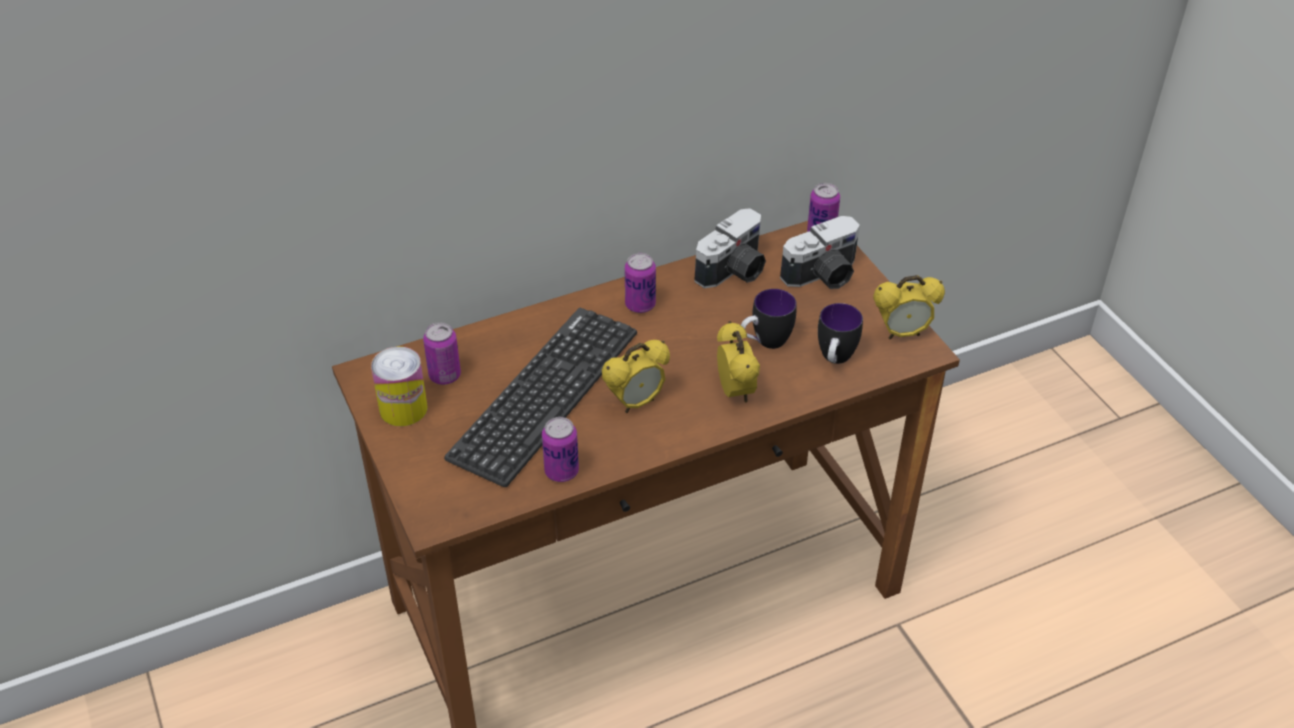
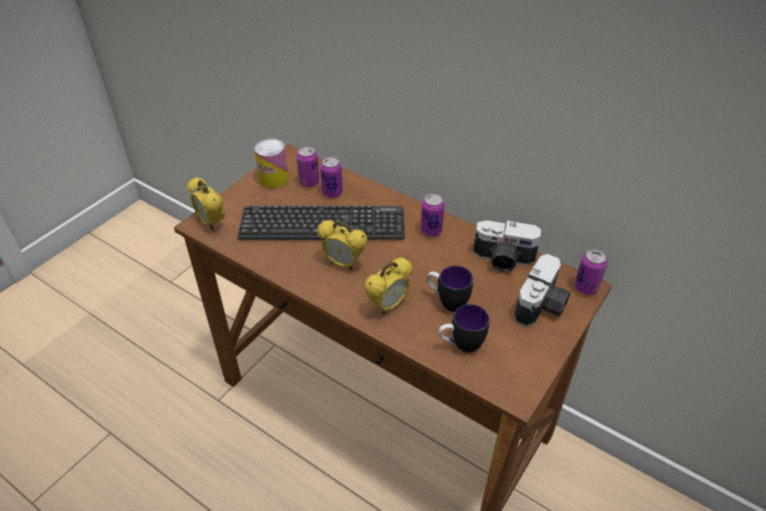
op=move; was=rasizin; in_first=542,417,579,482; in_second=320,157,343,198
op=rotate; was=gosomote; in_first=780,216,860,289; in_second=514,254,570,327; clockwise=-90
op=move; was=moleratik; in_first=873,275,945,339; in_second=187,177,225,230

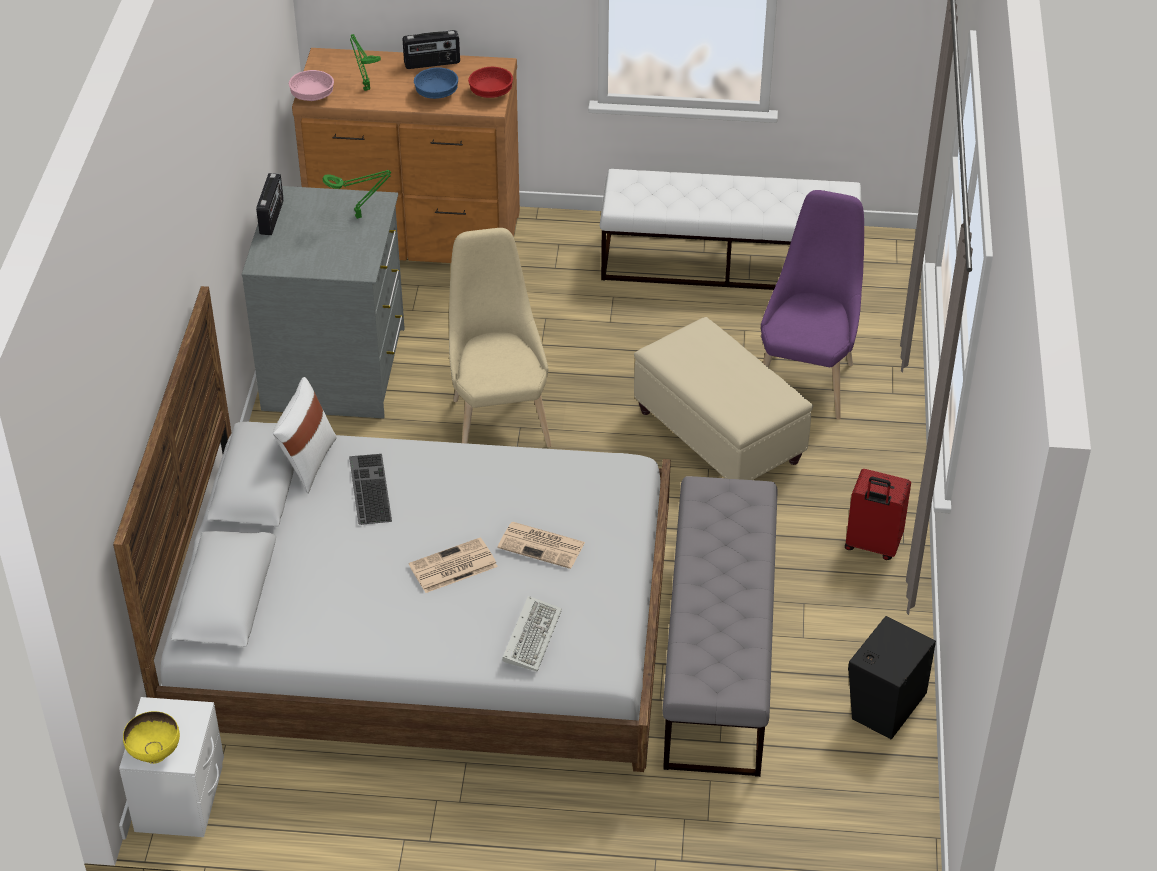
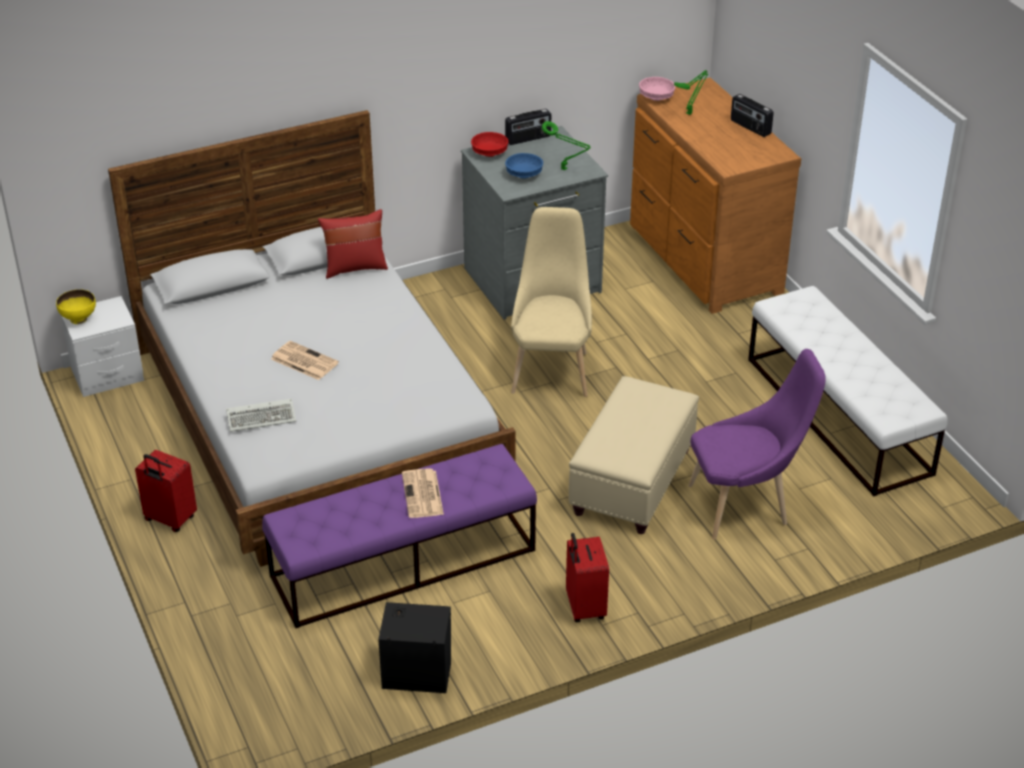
op=recolor; was=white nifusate; now=red nifusate; in_first=273,377,337,493; in_second=318,209,388,279
op=delete; was=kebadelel; in_first=349,454,392,525
op=move; was=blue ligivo; in_first=414,67,458,99; in_second=505,153,543,178
op=rotate; was=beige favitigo; in_first=449,228,552,447; in_second=511,207,592,397; clockwise=-45
op=move; was=red ligivo; in_first=468,67,513,98; in_second=471,132,509,157
op=move; was=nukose; in_first=498,522,585,569; in_second=402,468,444,518
op=recolor; was=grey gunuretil; now=purple gunuretil; in_first=663,476,778,777; in_second=262,444,537,628
op=insert; now=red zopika; in_second=135,450,197,532

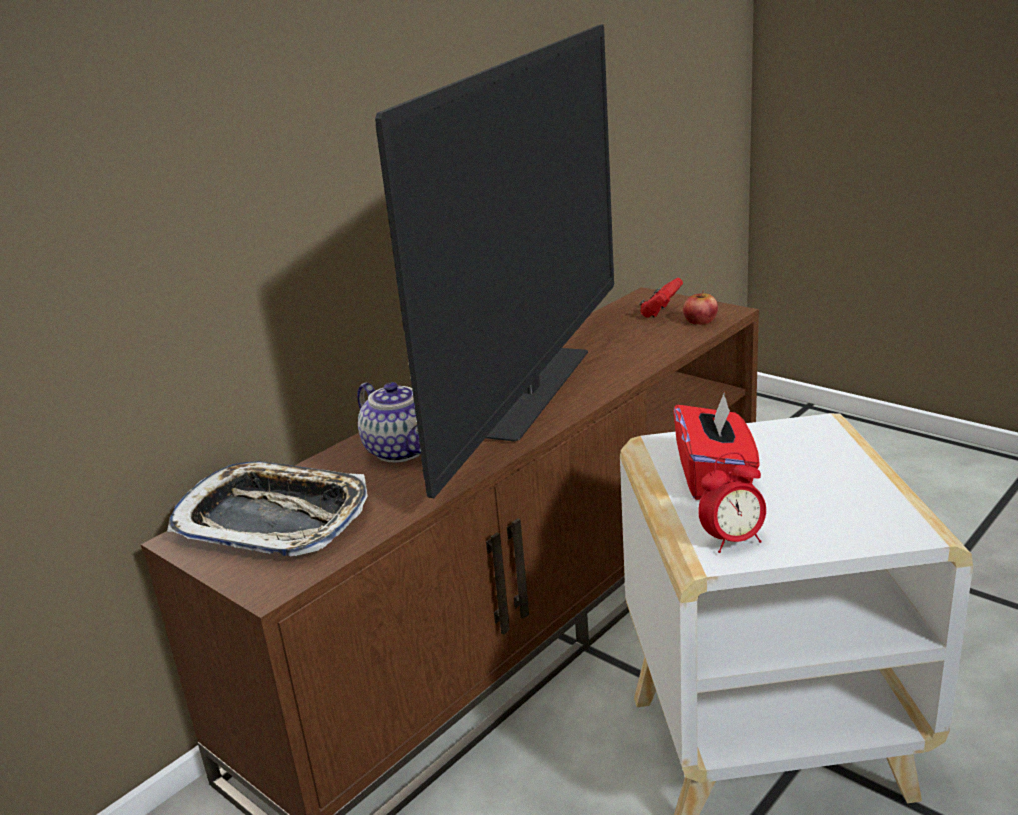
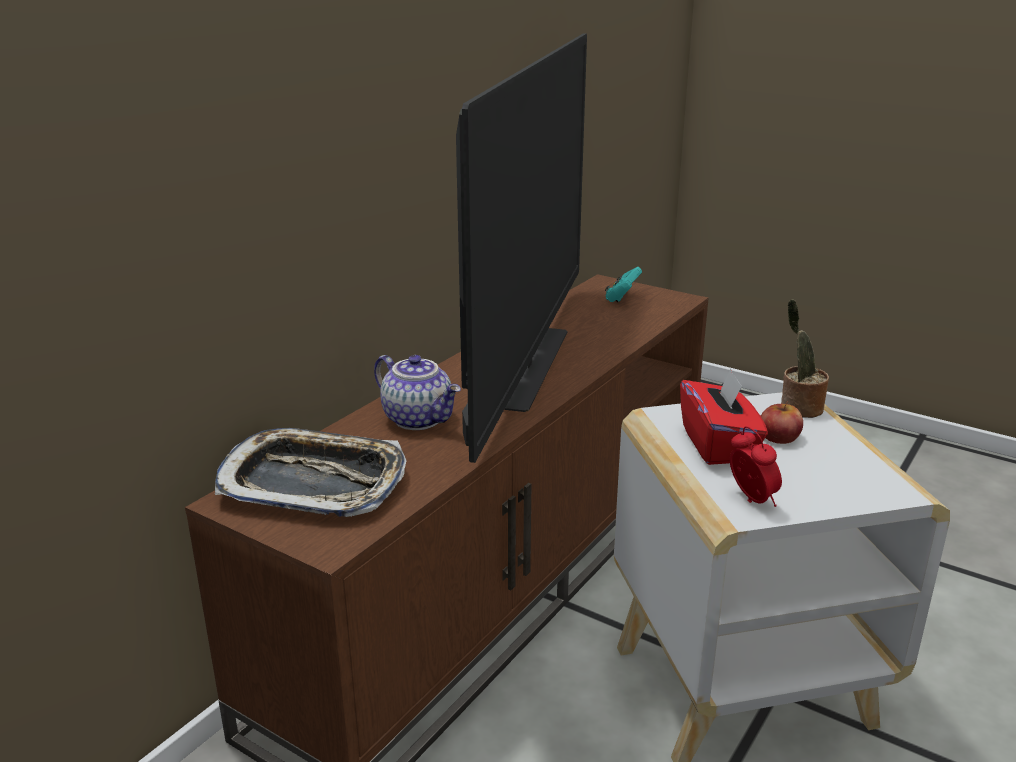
op=recolor; was=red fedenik; now=turquoise fedenik; in_first=639,278,683,318; in_second=605,267,642,302
op=move; was=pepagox; in_first=683,290,718,325; in_second=761,401,803,444
op=rotate; was=moleratik; in_first=698,452,766,553; in_second=730,426,782,507; clockwise=-90
op=insert; now=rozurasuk; in_second=781,299,829,418

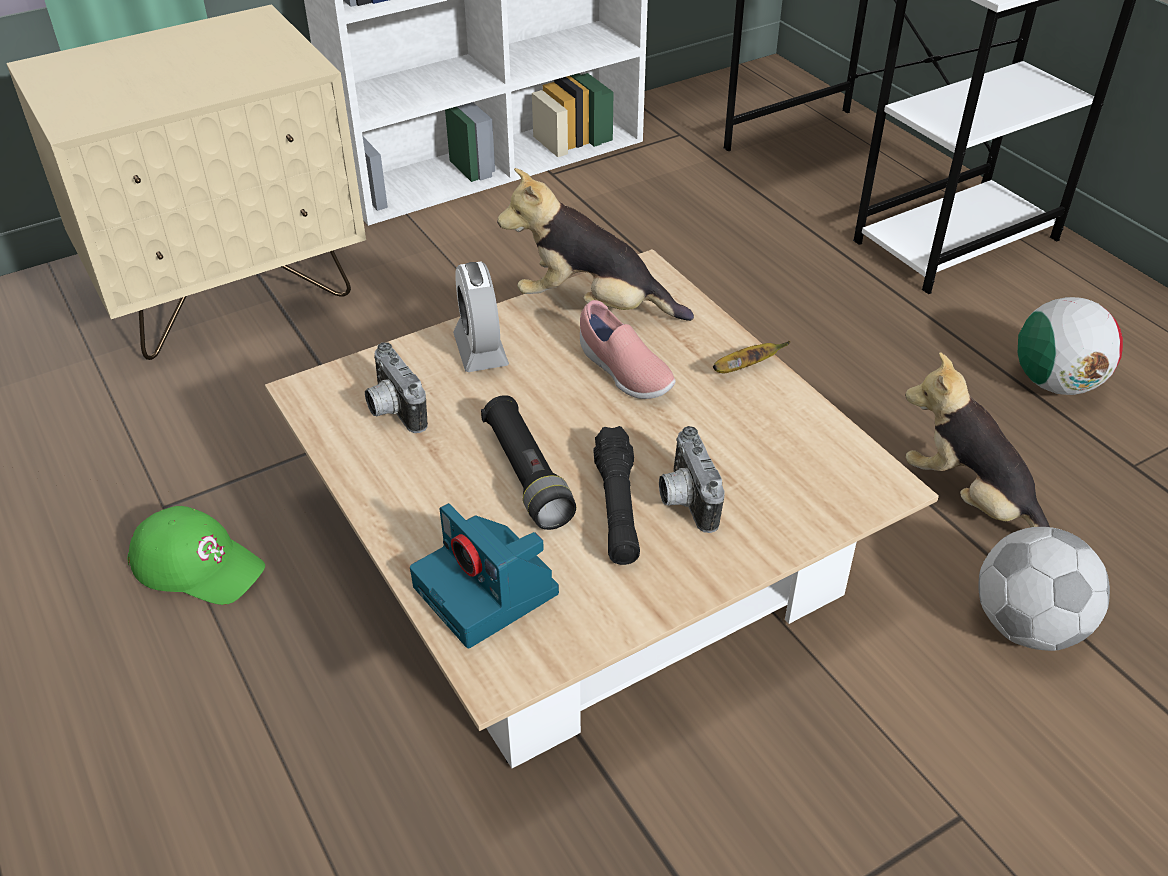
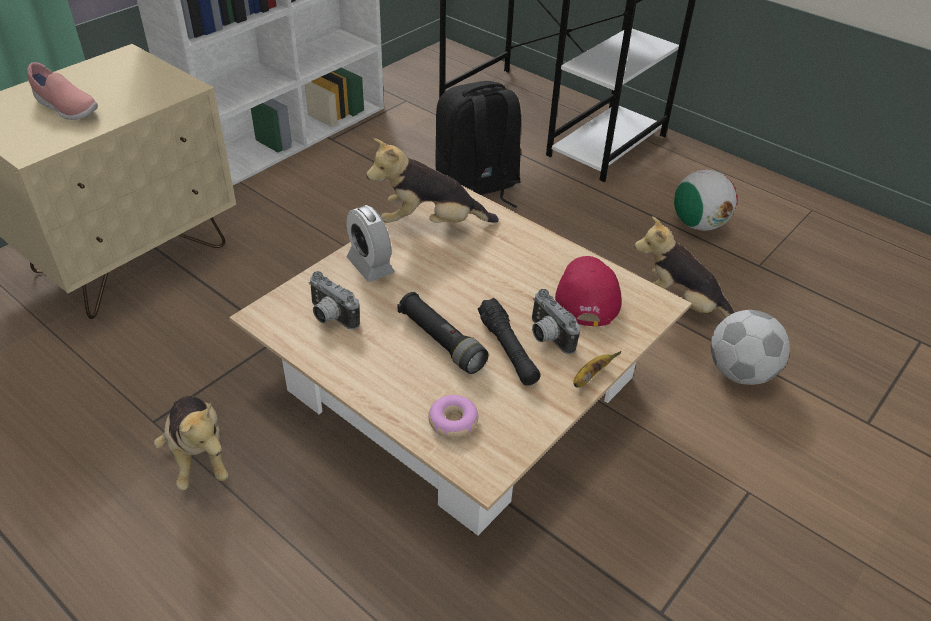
op=replace; was=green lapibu; now=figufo; in_first=127,506,265,605; in_second=154,396,229,490
op=replace; was=gosomote; now=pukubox; in_first=410,503,559,648; in_second=428,395,479,438
op=move; was=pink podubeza; in_first=580,300,676,399; in_second=27,62,98,120
op=move; was=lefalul; in_first=713,341,790,373; in_second=573,351,621,388
op=insert; now=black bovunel; in_second=435,81,521,208
op=insert; now=red lapibu; in_second=555,256,622,326

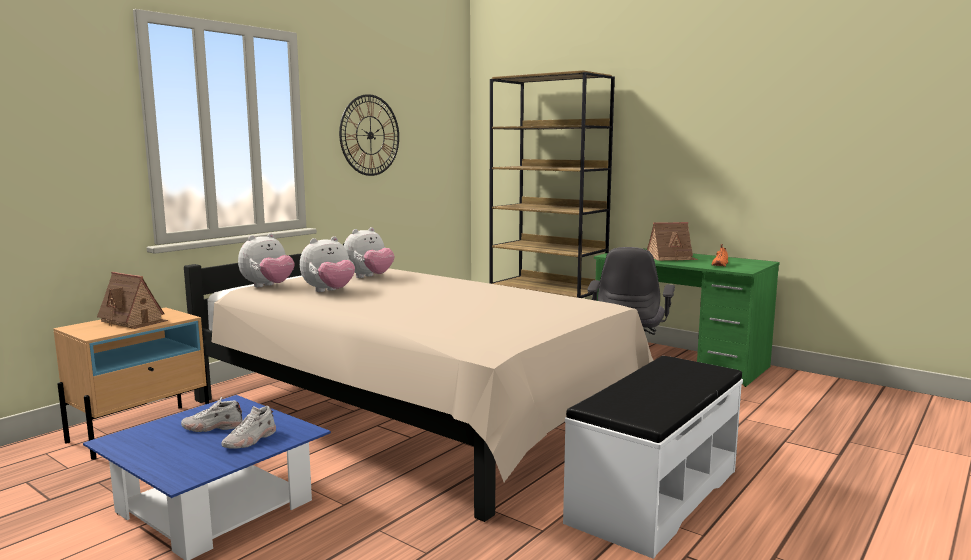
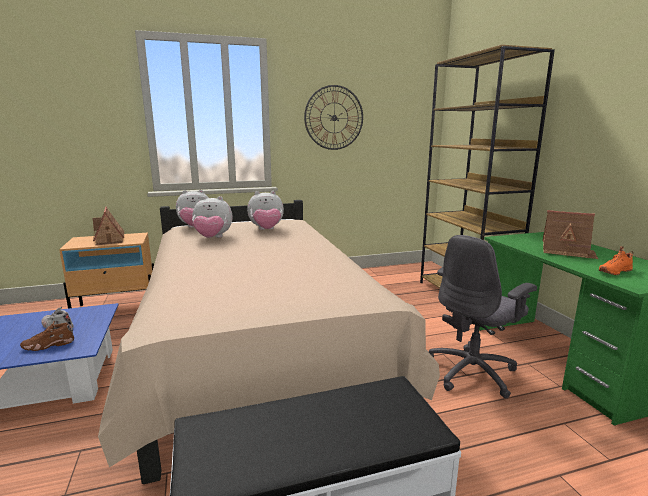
op=recolor; was=white podubeza; now=brown podubeza; in_first=221,406,276,449; in_second=20,321,74,351

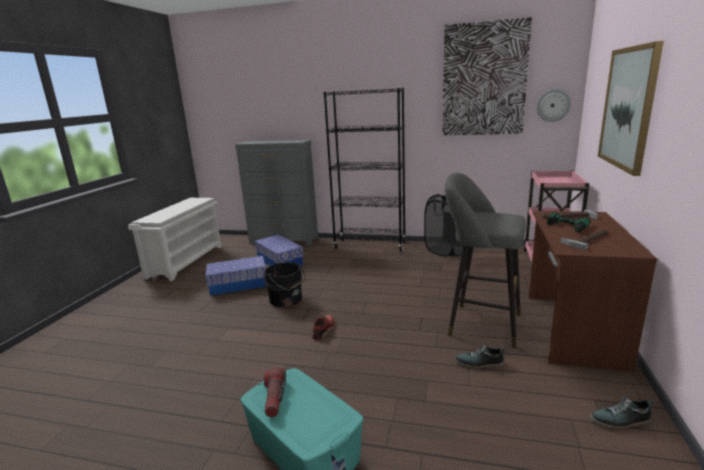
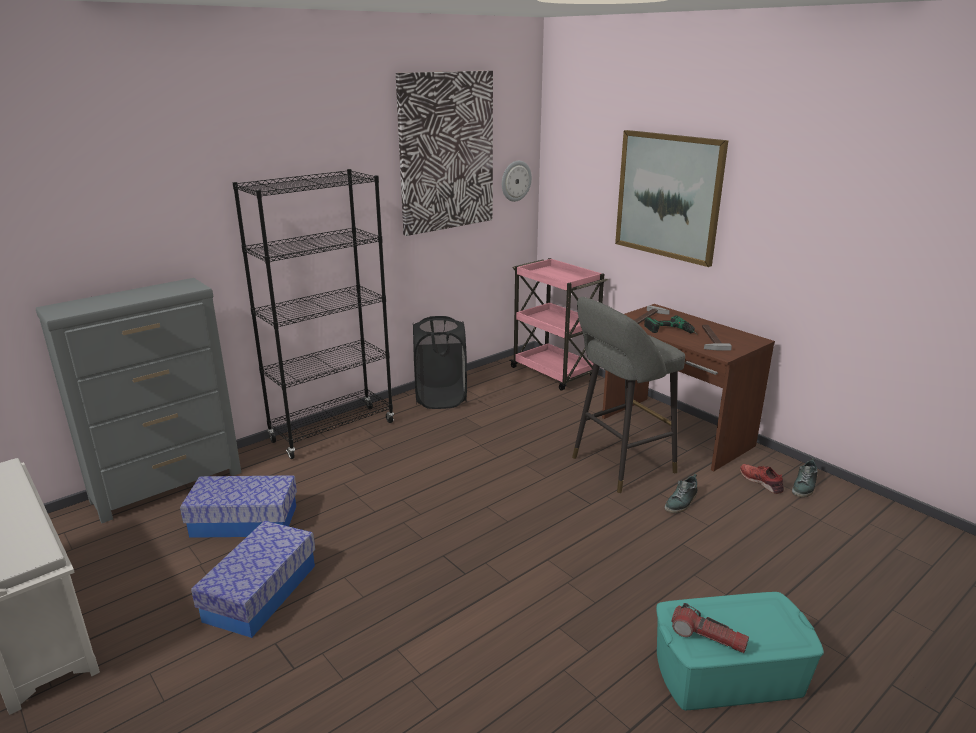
op=delete; was=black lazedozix; in_first=264,261,305,307
op=move; was=red podubeza; in_first=312,315,335,340; in_second=740,464,784,494

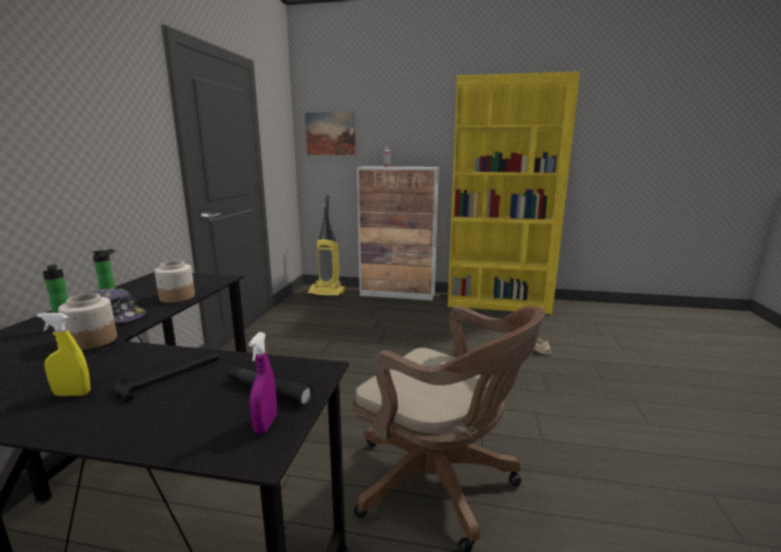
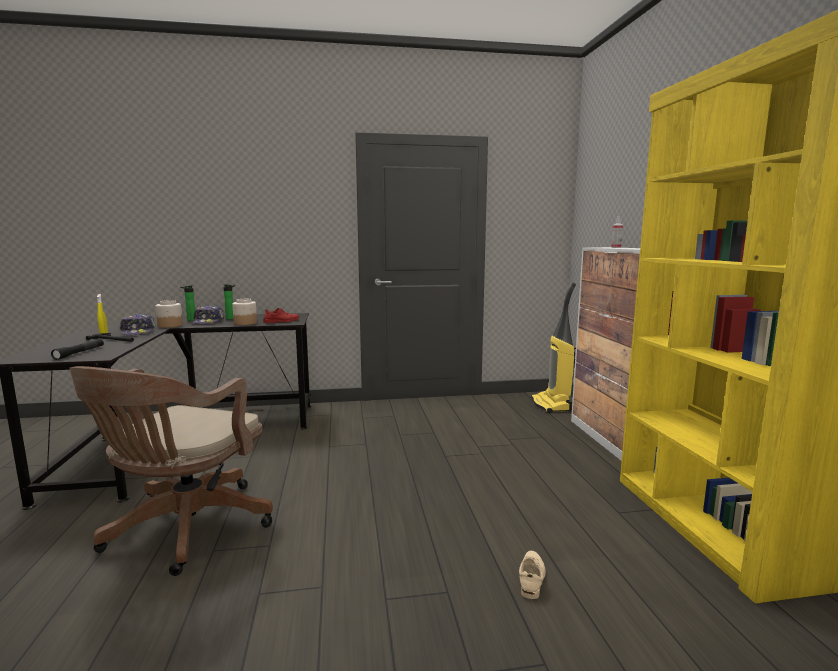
op=delete; was=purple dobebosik; in_first=249,332,277,434
op=delete; was=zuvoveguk; in_first=305,112,356,155
op=insert; now=lapibu; in_second=120,313,155,335
op=insert; now=red podubeza; in_second=263,308,299,323

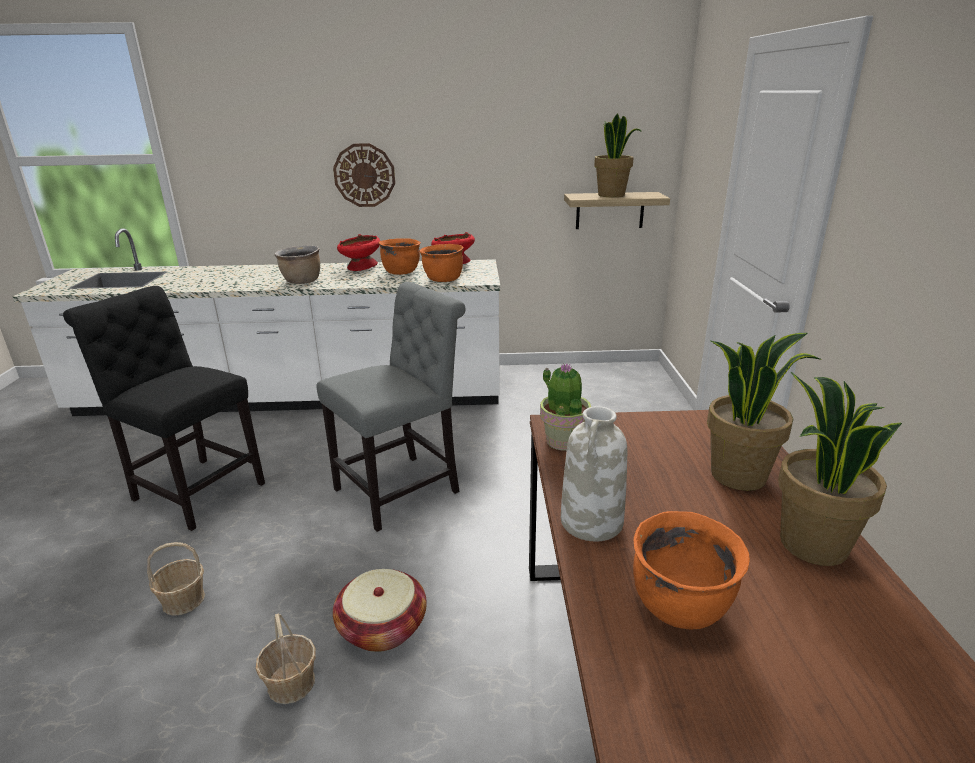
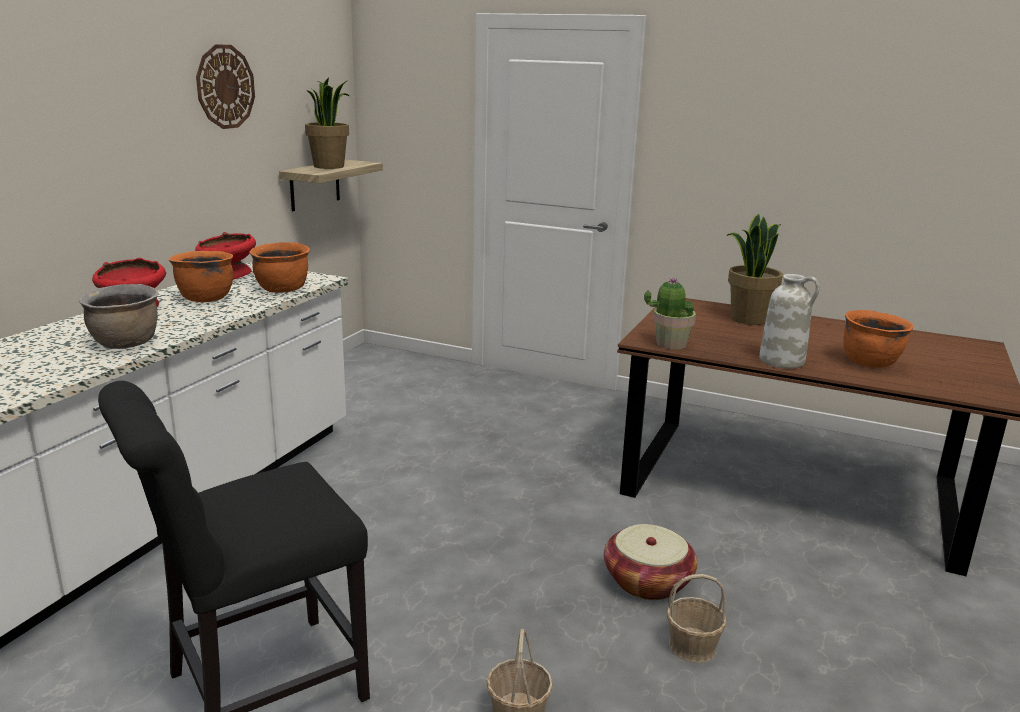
op=delete; was=grey favitigo; in_first=316,282,465,532
op=move; was=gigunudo; in_first=333,143,395,207; in_second=196,44,255,129
op=delete; was=rozurasuk; in_first=778,372,902,566

